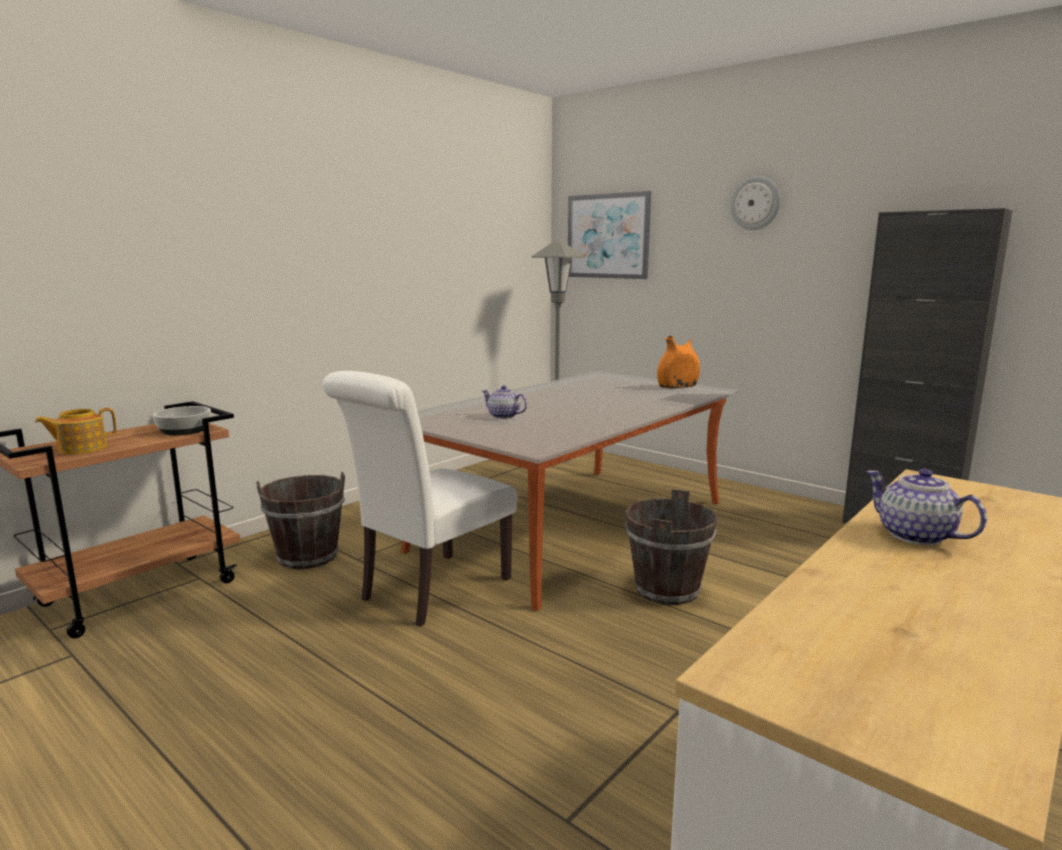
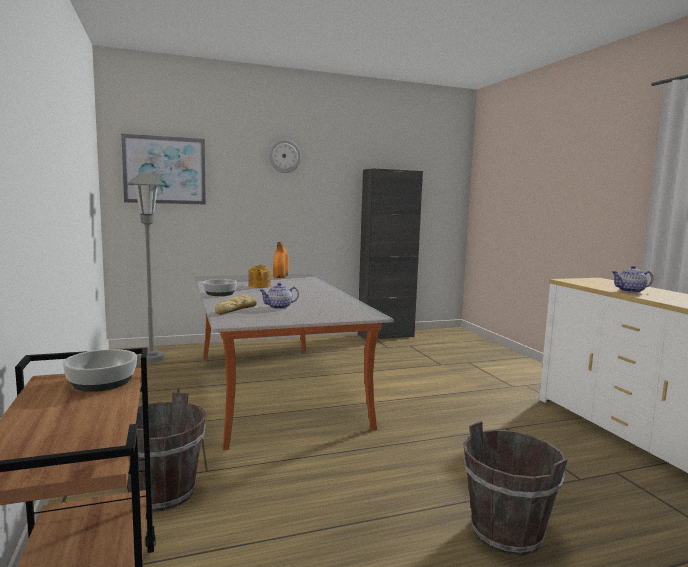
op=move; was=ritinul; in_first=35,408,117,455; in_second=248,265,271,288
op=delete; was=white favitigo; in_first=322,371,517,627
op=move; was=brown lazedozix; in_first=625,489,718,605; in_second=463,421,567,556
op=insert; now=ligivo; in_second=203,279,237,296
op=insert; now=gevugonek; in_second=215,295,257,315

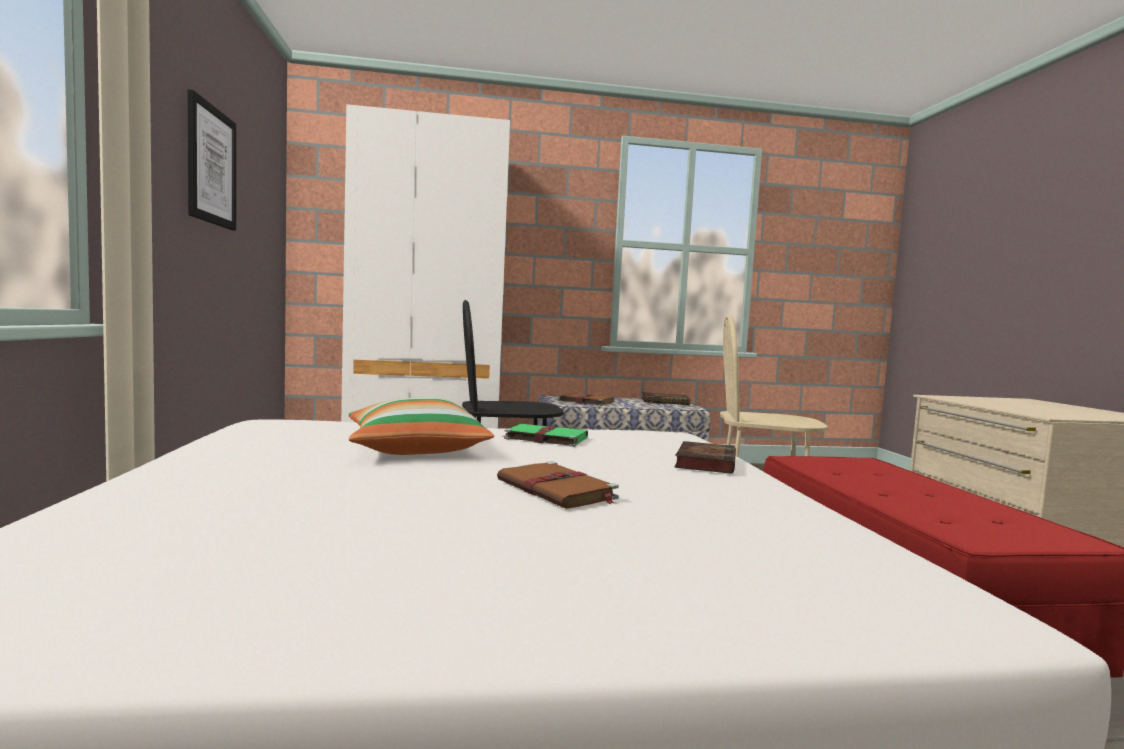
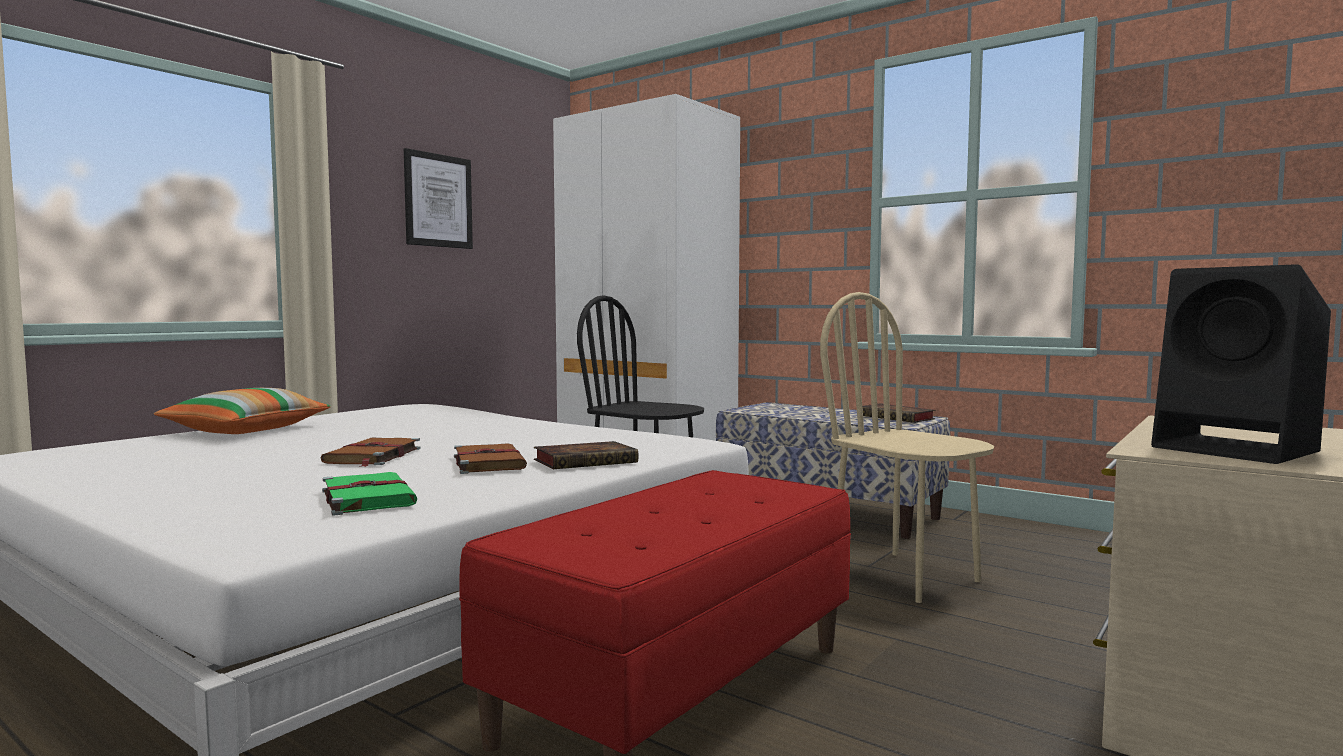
op=move; was=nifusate; in_first=348,398,494,455; in_second=154,388,331,434
op=move; was=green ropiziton; in_first=501,424,588,447; in_second=322,472,418,516
op=move; was=brown ropiziton; in_first=557,393,614,406; in_second=454,443,527,474
op=insert; now=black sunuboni; in_second=1151,264,1331,464

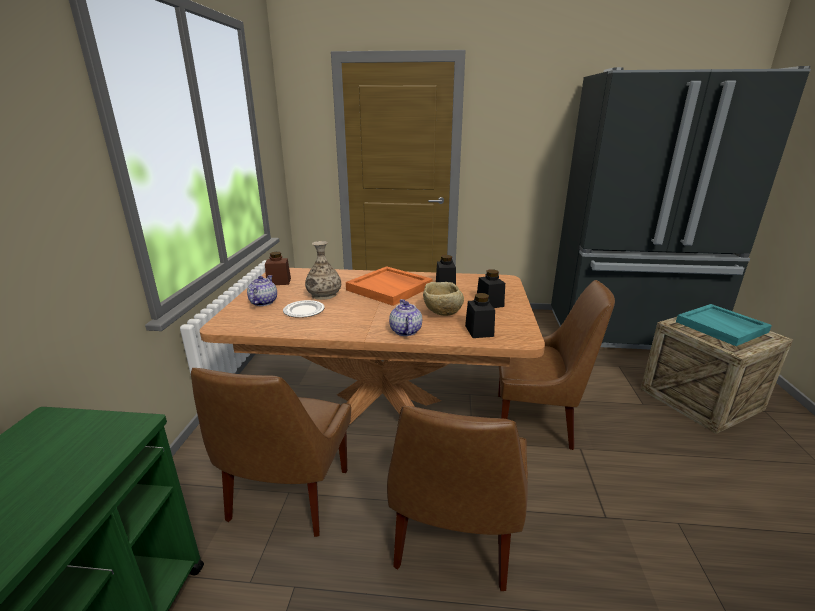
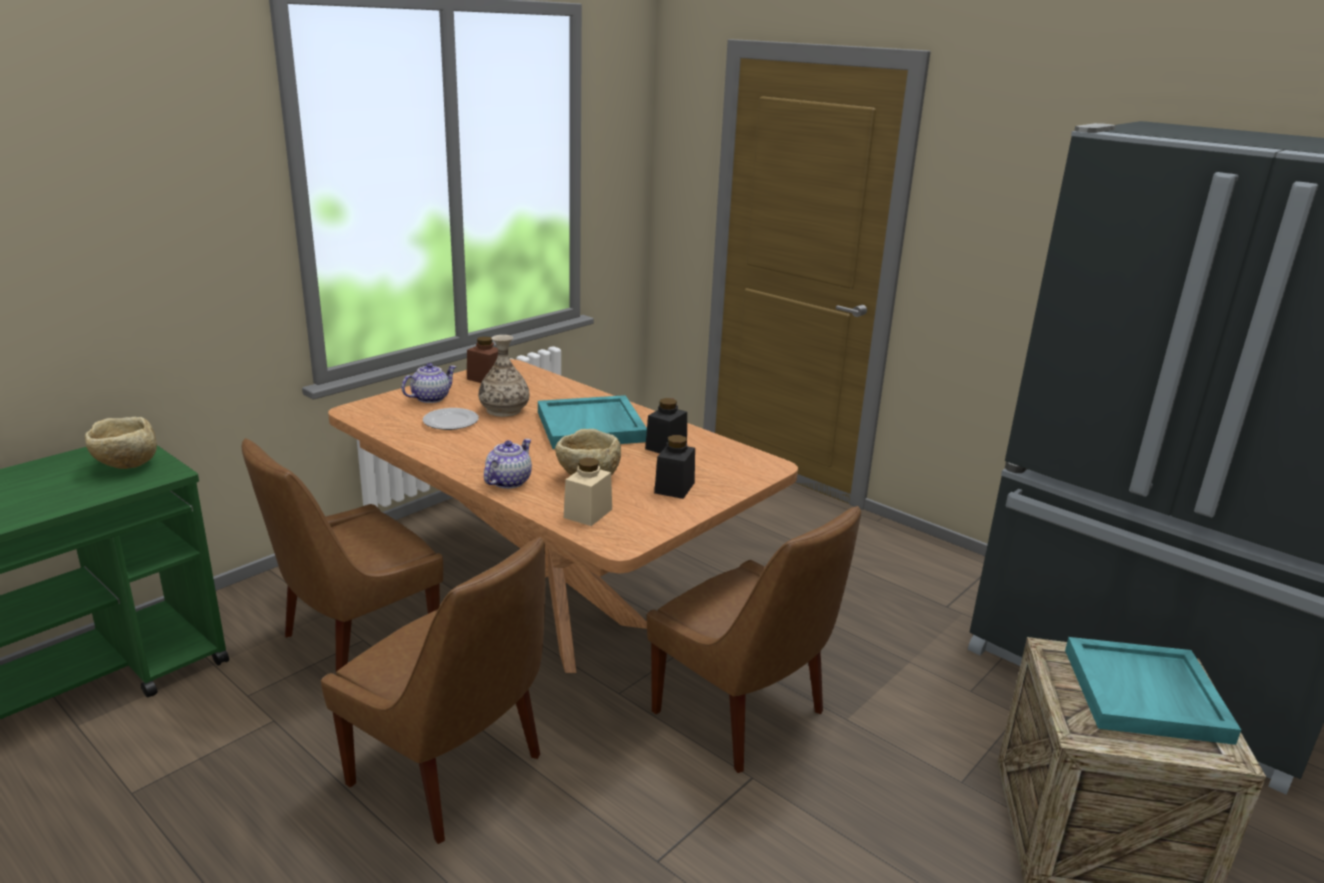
op=recolor; was=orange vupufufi; now=turquoise vupufufi; in_first=346,266,433,306; in_second=538,395,647,449
op=rotate; was=brown favitigo; in_first=387,406,528,591; in_second=321,537,545,844; clockwise=-105
op=recolor; was=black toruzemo; now=beige toruzemo; in_first=465,293,495,338; in_second=564,458,612,526
op=insert; now=beige ligivo; in_second=85,417,157,469

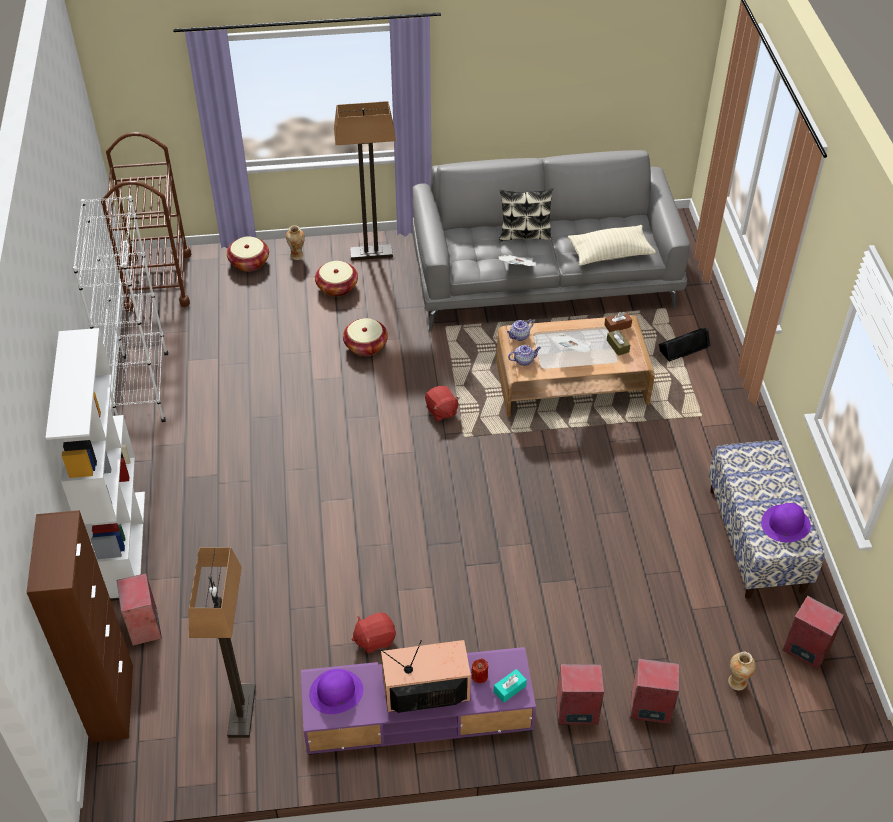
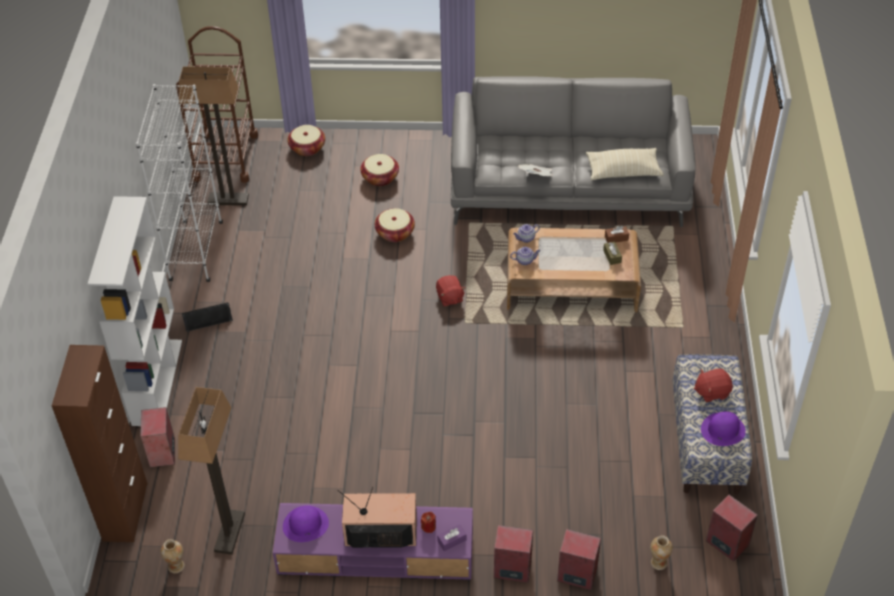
op=move; was=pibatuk; in_first=286,225,305,260; in_second=161,539,184,574
op=move; was=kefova; in_first=334,101,396,261; in_second=179,66,249,206
op=move; was=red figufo; in_first=352,612,396,654; in_second=694,368,733,402
op=recolor; was=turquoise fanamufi; now=purple fanamufi; in_first=494,669,527,703; in_second=437,524,466,551
op=delete; was=nifusate; in_first=499,188,553,241
op=delete; was=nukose; in_first=552,335,592,353
op=move; was=black sunuboni; in_first=659,328,711,362; in_second=182,302,233,332

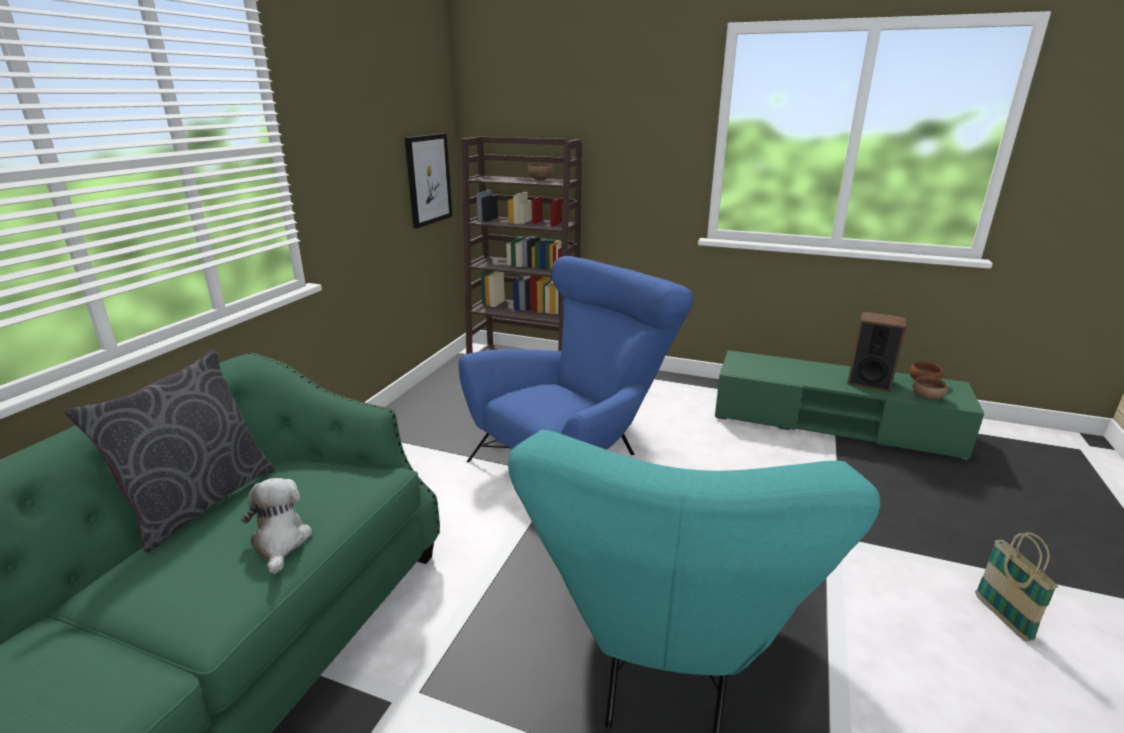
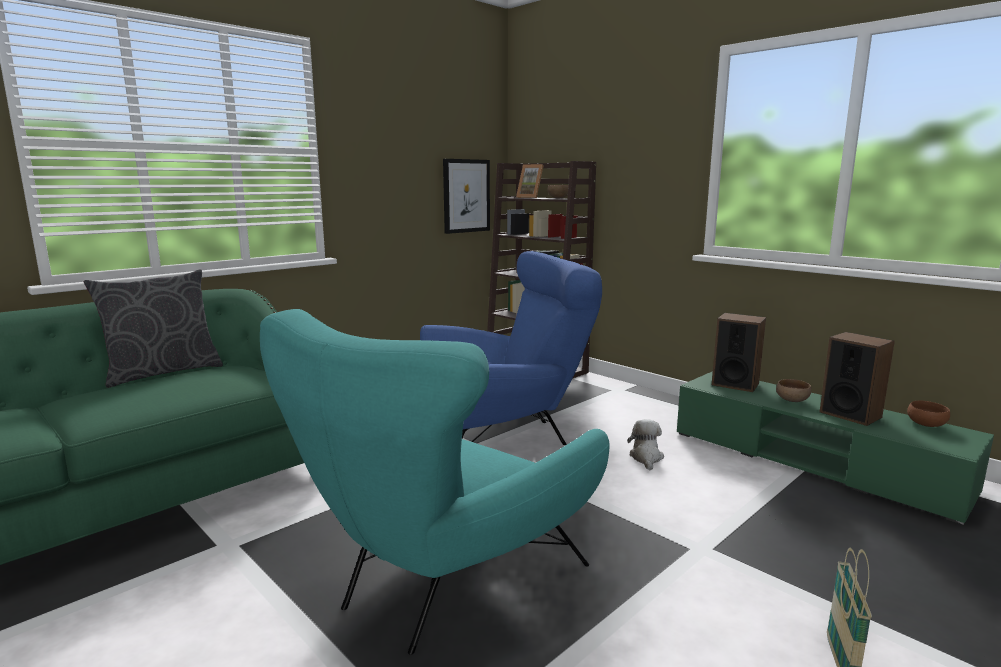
op=move; was=figufo; in_first=241,478,312,574; in_second=627,419,664,470
op=move; was=brown ligivo; in_first=912,376,948,400; in_second=776,379,811,402
op=insert; now=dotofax; in_second=516,164,544,198
op=insert; now=sunuboni; in_second=712,313,766,392

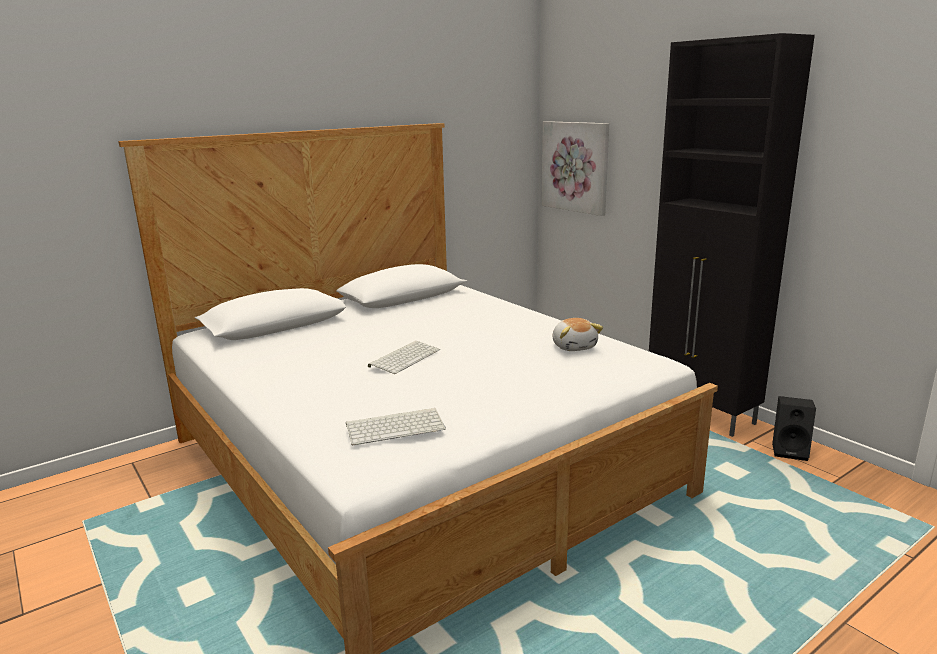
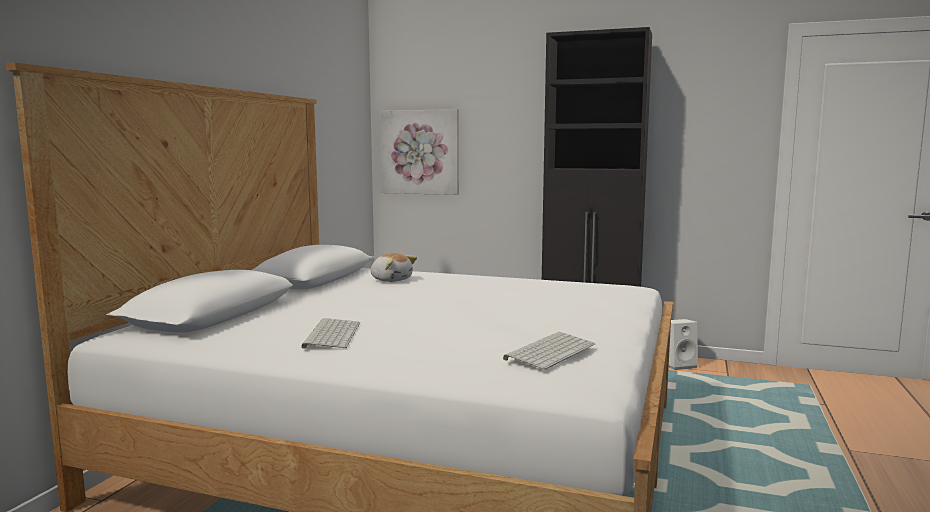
op=move; was=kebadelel; in_first=368,341,440,374; in_second=301,318,360,349
op=move; was=figufo; in_first=553,318,603,351; in_second=371,253,417,282
op=recolor; was=black sunuboni; now=white sunuboni; in_first=772,396,816,461; in_second=669,319,698,370

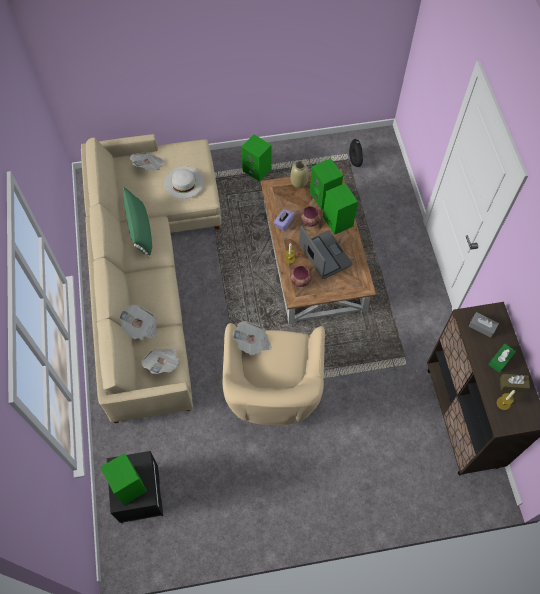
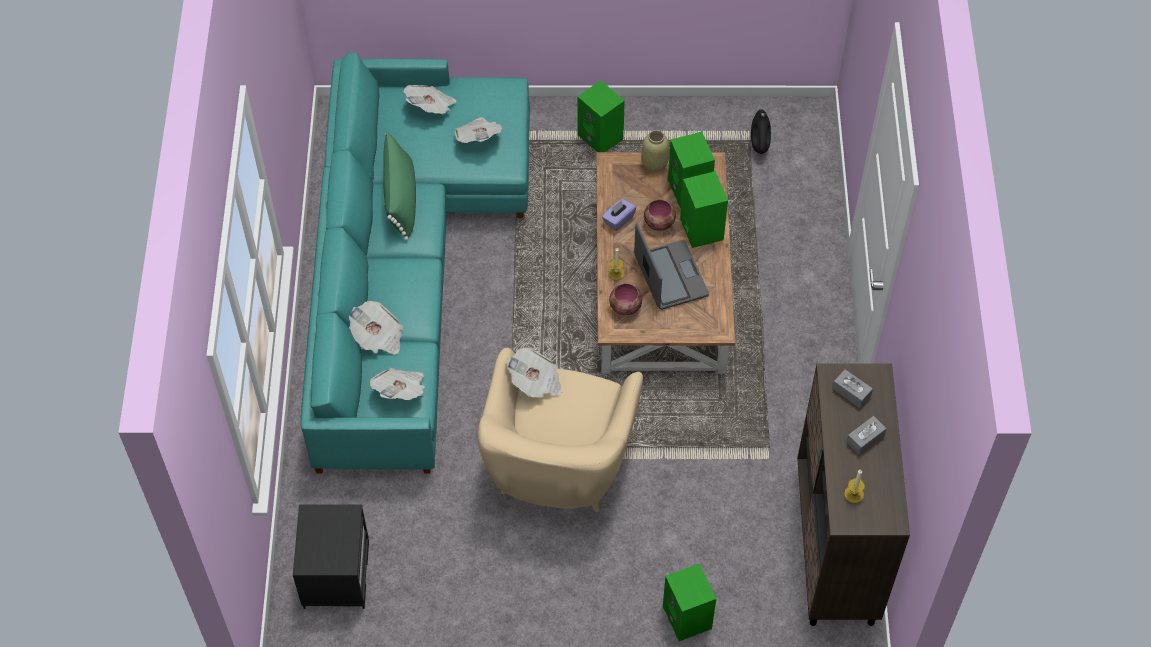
op=recolor; was=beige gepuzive; now=turquoise gepuzive; in_first=81,134,221,423; in_second=301,53,530,473
op=move; was=green sunuboni; in_first=100,453,147,505; in_second=663,564,716,641
op=replace; was=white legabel; now=nukose; in_first=164,166,204,199; in_second=455,117,502,143
op=recolor; was=green fanamufi; now=grey fanamufi; in_first=488,344,516,373; in_second=846,416,887,455
op=delete; was=brown fanamufi; in_first=500,374,530,392

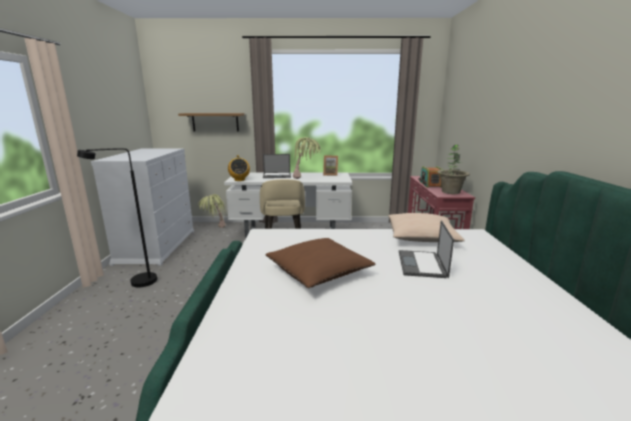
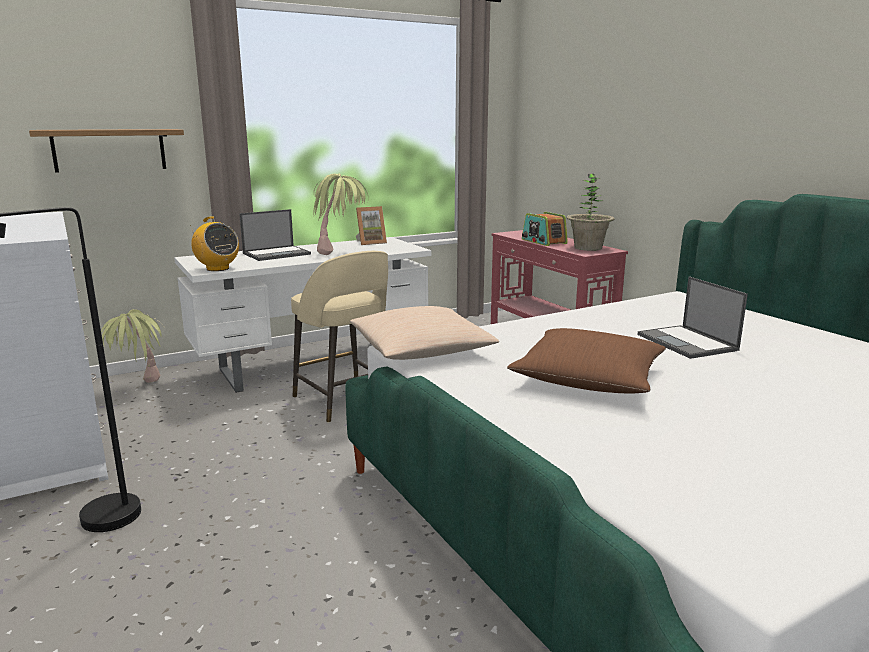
op=move; was=beige nifusate; in_first=388,213,465,242; in_second=350,306,499,360

